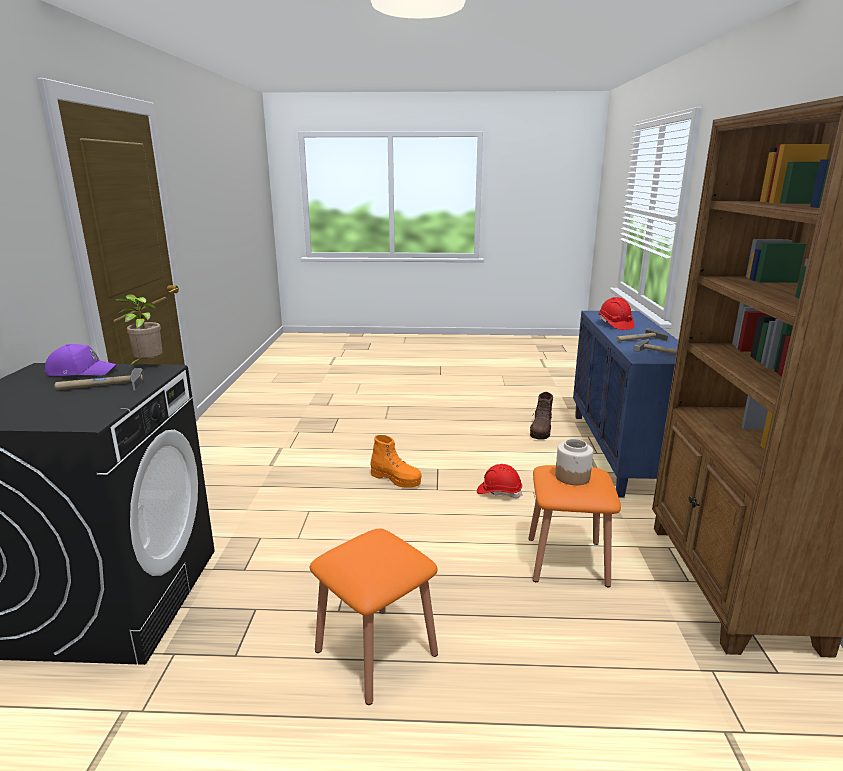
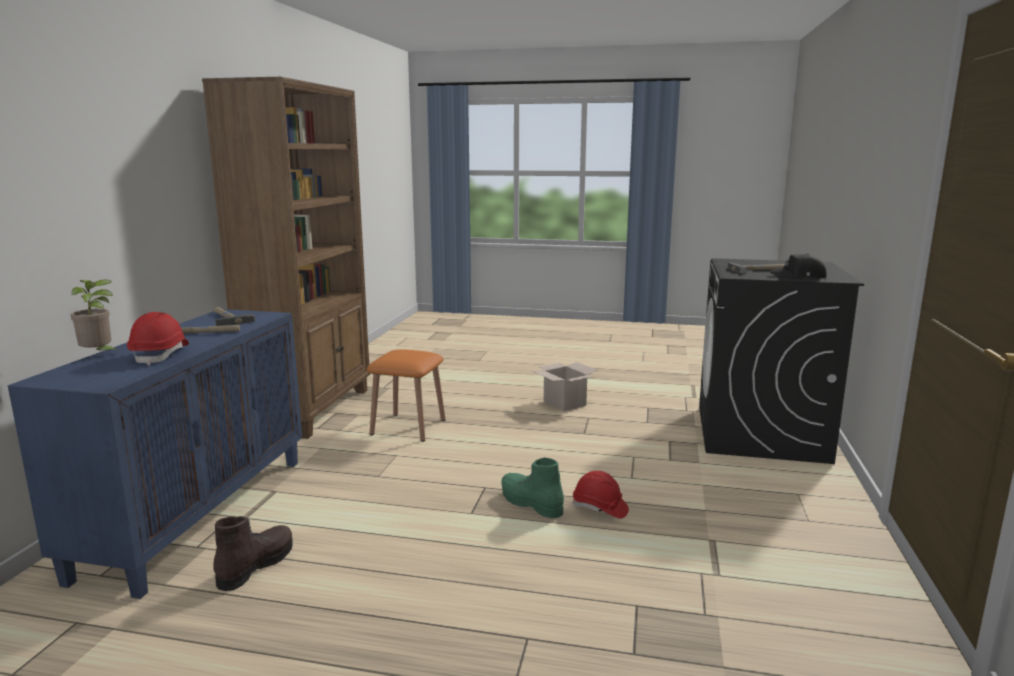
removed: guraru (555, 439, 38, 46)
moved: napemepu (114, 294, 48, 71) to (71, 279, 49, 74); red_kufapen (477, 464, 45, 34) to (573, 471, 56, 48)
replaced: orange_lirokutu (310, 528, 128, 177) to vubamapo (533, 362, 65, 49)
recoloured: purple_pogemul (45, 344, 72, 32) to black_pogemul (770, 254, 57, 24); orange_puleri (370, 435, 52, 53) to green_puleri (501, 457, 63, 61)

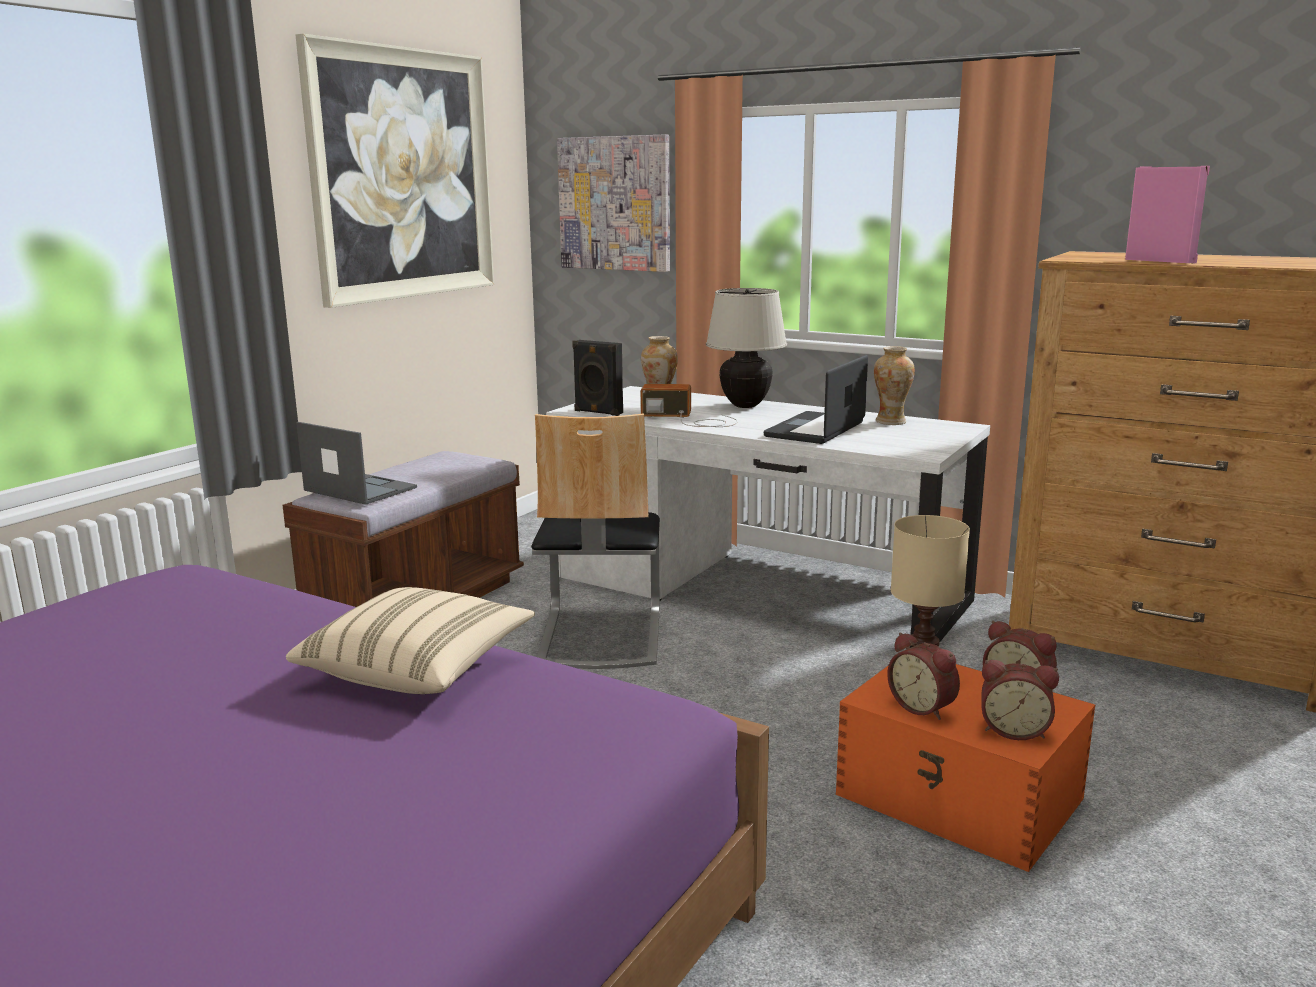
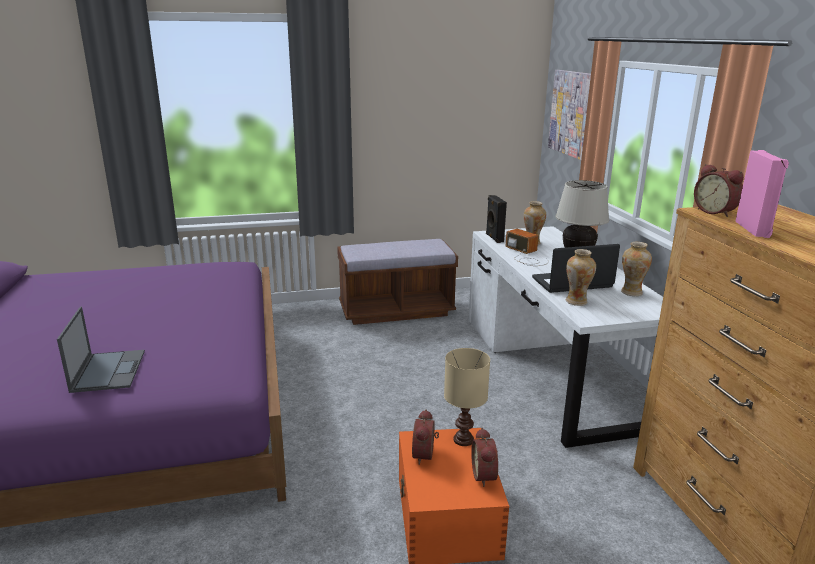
removed: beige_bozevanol (286, 587, 249, 107); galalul (296, 34, 198, 274); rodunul (531, 413, 129, 256)
added: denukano (566, 249, 30, 57)
moved: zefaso (296, 422, 121, 83) to (57, 307, 88, 86); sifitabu (982, 660, 77, 80) to (694, 164, 50, 53)

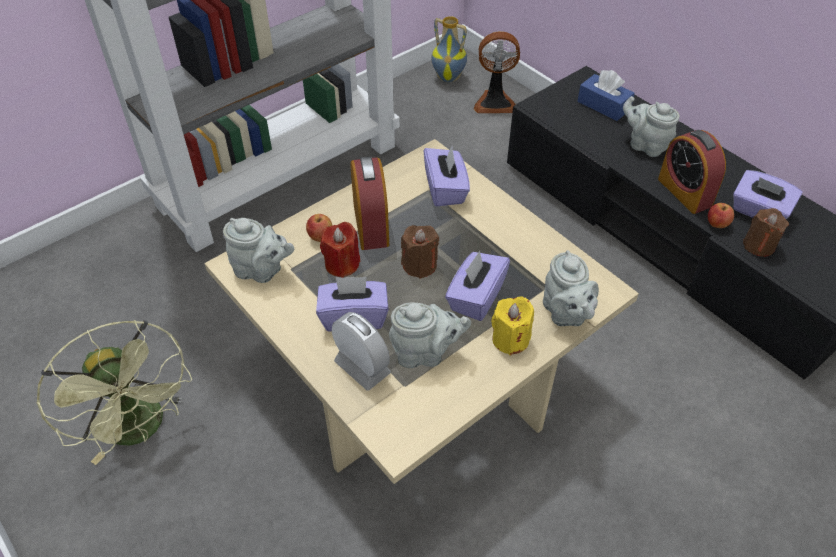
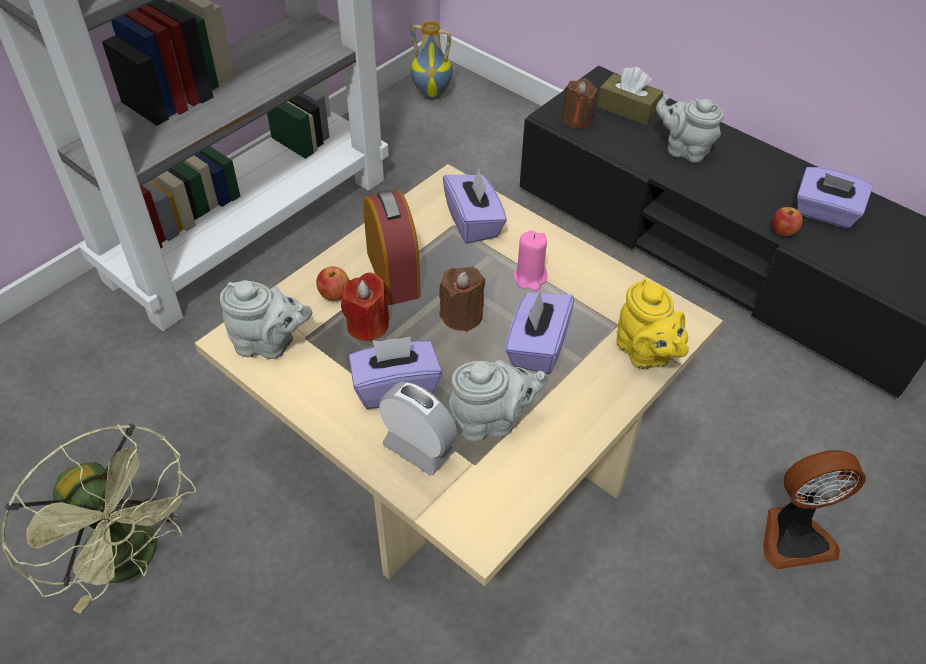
removed: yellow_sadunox (491, 297, 43, 58); sifitabu (658, 130, 68, 84)
added: pink_sadunox (513, 230, 34, 61)
moved: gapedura (474, 31, 46, 82) to (763, 450, 103, 120); brown_sadunox (743, 208, 46, 49) to (562, 78, 35, 51)
recoloured: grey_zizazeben (543, 250, 56, 76) to yellow_zizazeben (616, 278, 73, 91); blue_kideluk (578, 70, 57, 51) to brown_kideluk (597, 67, 66, 59)

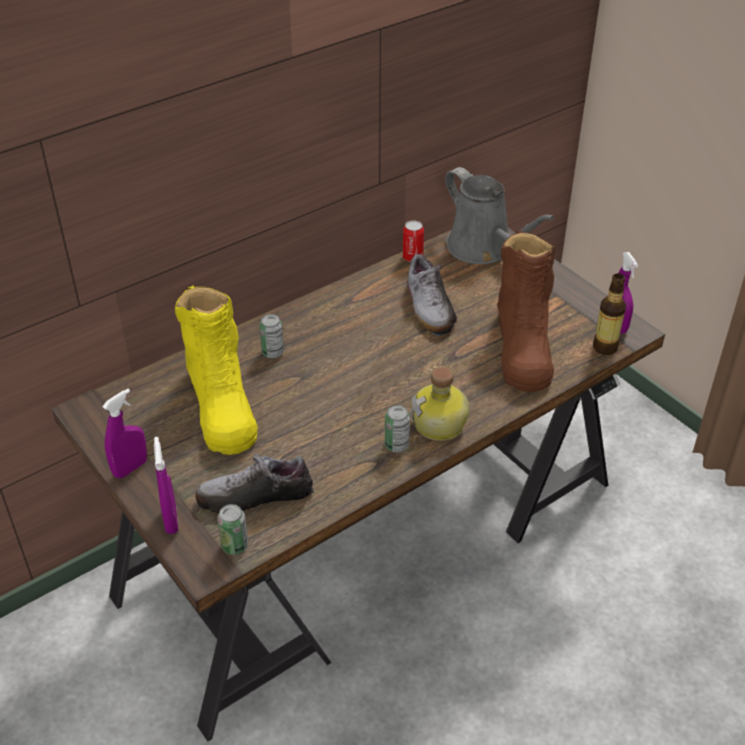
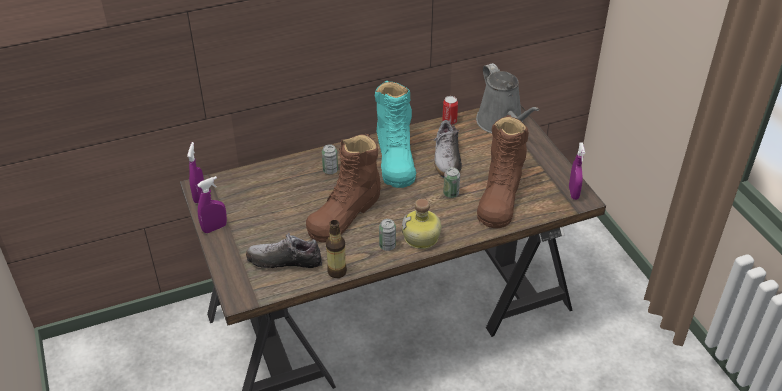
removed: yellow_puleri (175, 285, 83, 170)
added: brown_puleri (306, 133, 75, 110); turquoise_puleri (375, 81, 41, 107)
moved: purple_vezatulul (154, 437, 24, 97) to (187, 142, 17, 61); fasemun (217, 504, 31, 51) to (443, 167, 17, 31); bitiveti (593, 273, 33, 82) to (326, 220, 21, 58)

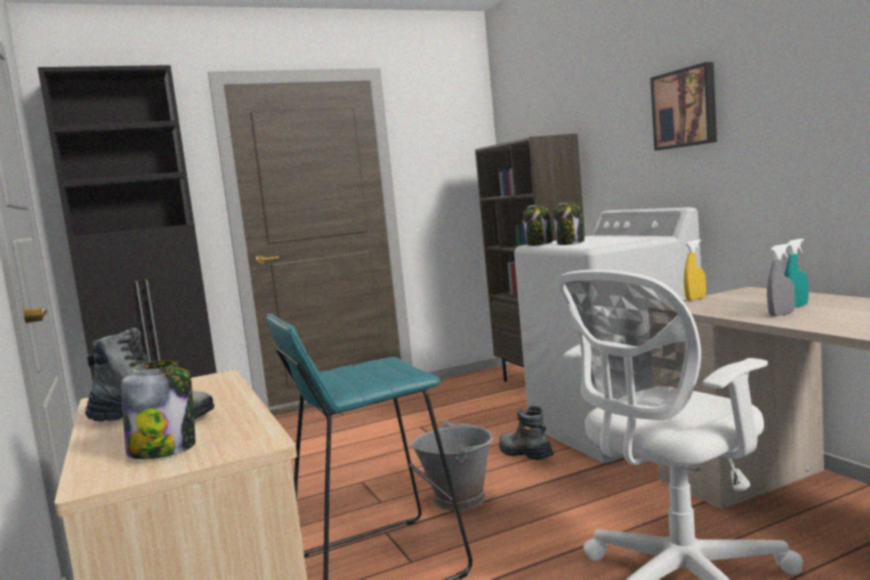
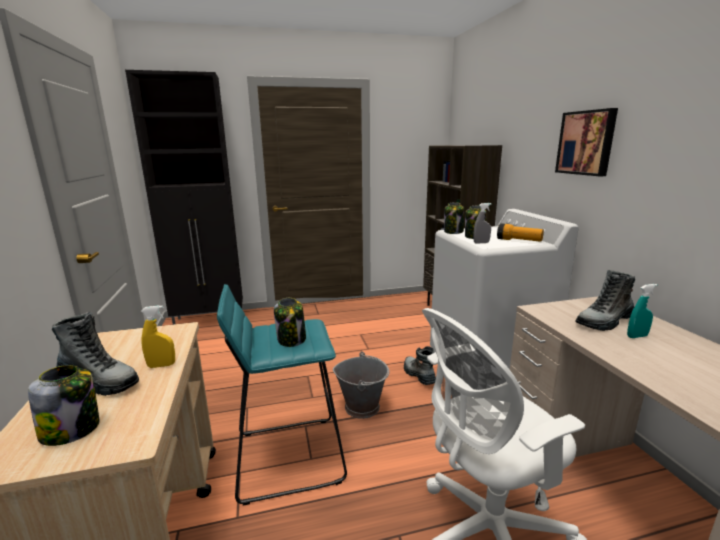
added: guraru (274, 298, 32, 49); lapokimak (497, 223, 47, 19); puleri (575, 270, 60, 61)
moved: yellow_vezatulul (684, 239, 22, 62) to (141, 305, 34, 63); grey_vezatulul (767, 244, 28, 72) to (473, 203, 18, 41)

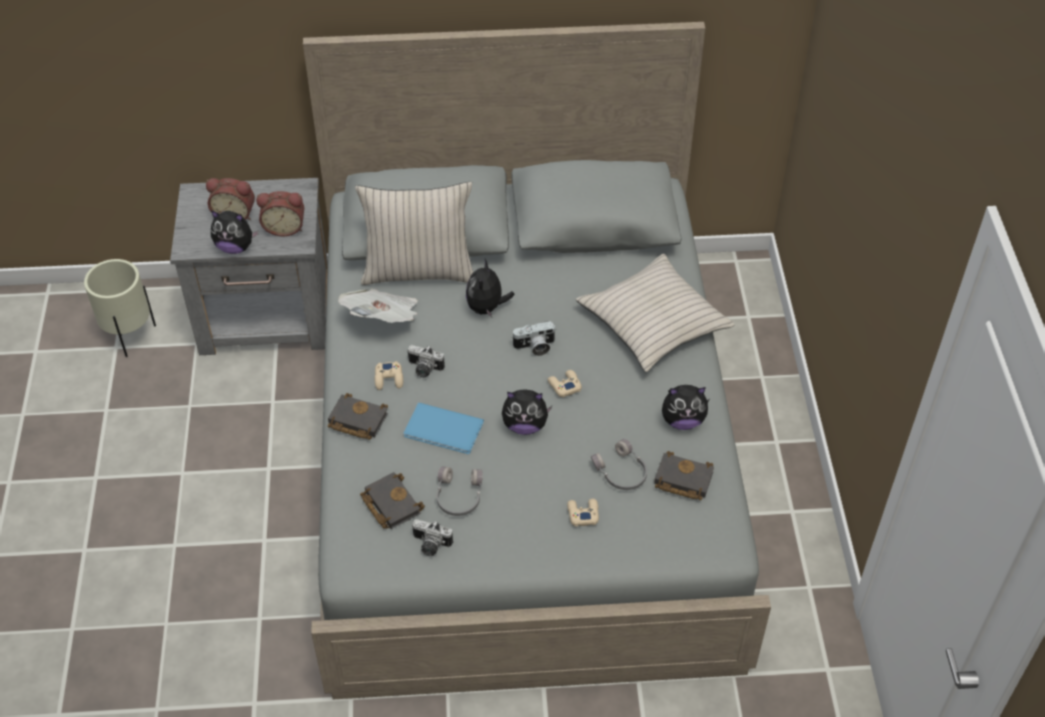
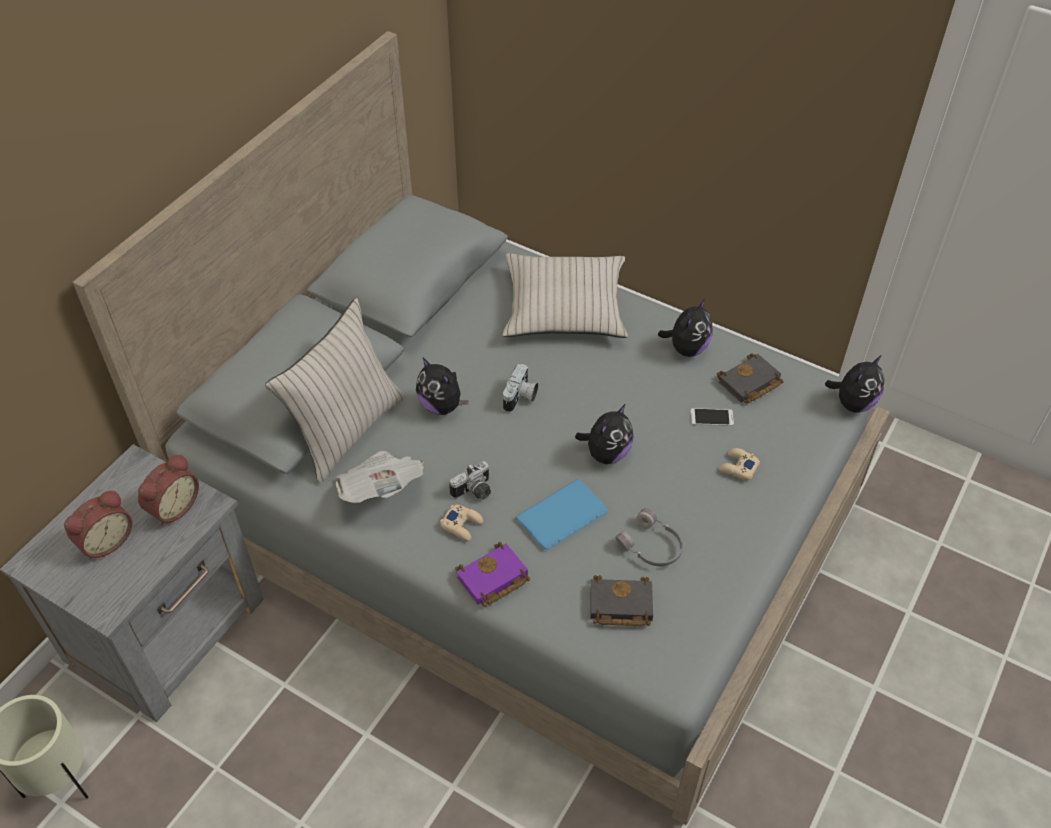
removed: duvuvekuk (412, 519, 41, 37); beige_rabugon (548, 370, 34, 27)
moved: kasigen (211, 210, 48, 44) to (825, 355, 60, 58)
replaced: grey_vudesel (591, 439, 56, 51) to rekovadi (690, 408, 44, 18)
recoloured: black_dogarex (328, 393, 60, 47) to purple_dogarex (455, 542, 75, 65)

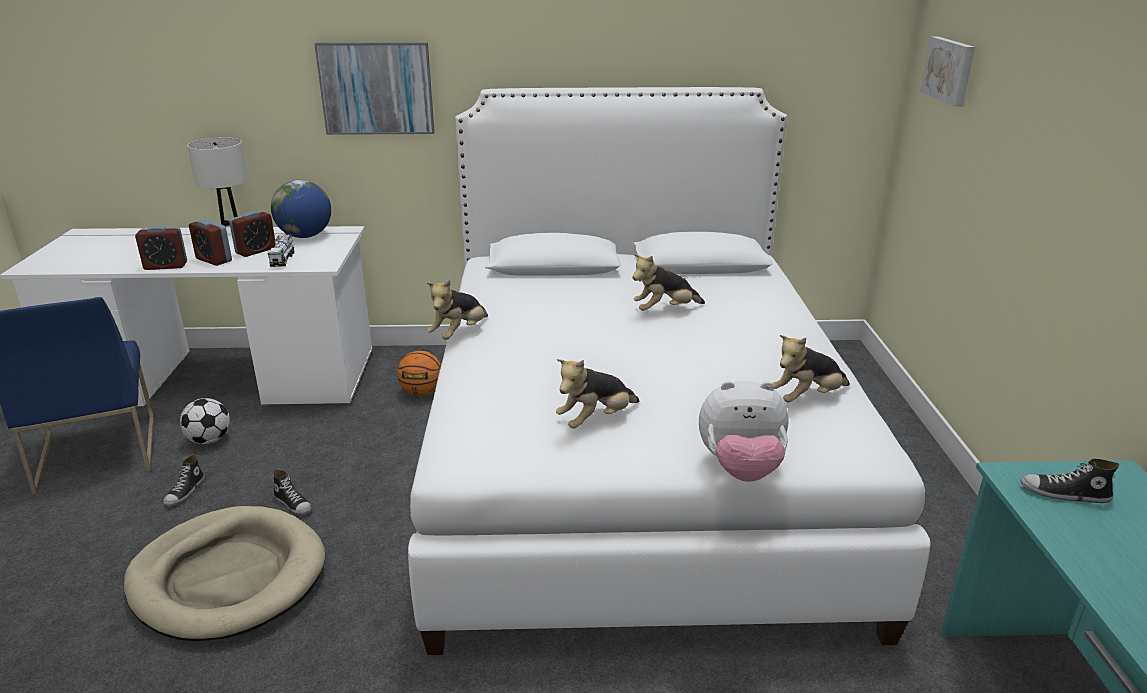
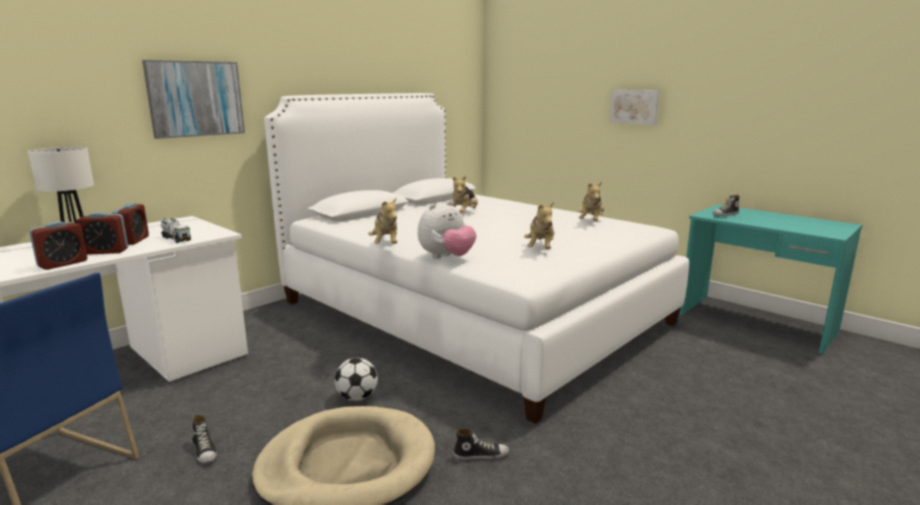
removed: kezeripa (271, 180, 60, 58); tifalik (397, 351, 44, 45)
moved: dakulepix (180, 398, 50, 46) to (335, 358, 43, 43); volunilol (273, 469, 38, 46) to (453, 429, 56, 31); kasigen (699, 381, 90, 101) to (418, 201, 59, 58); galalul (921, 36, 54, 71) to (610, 90, 50, 35)

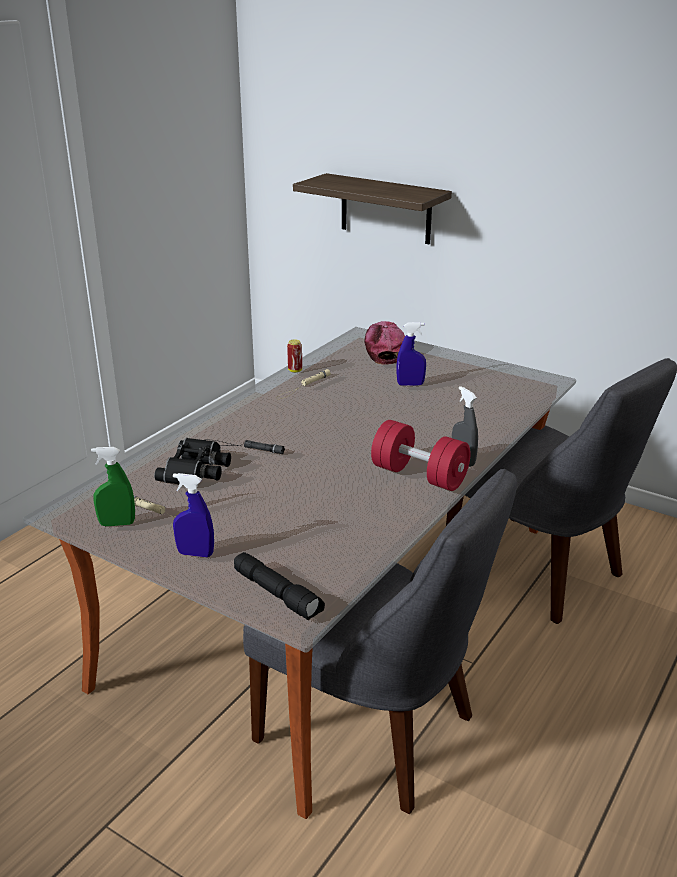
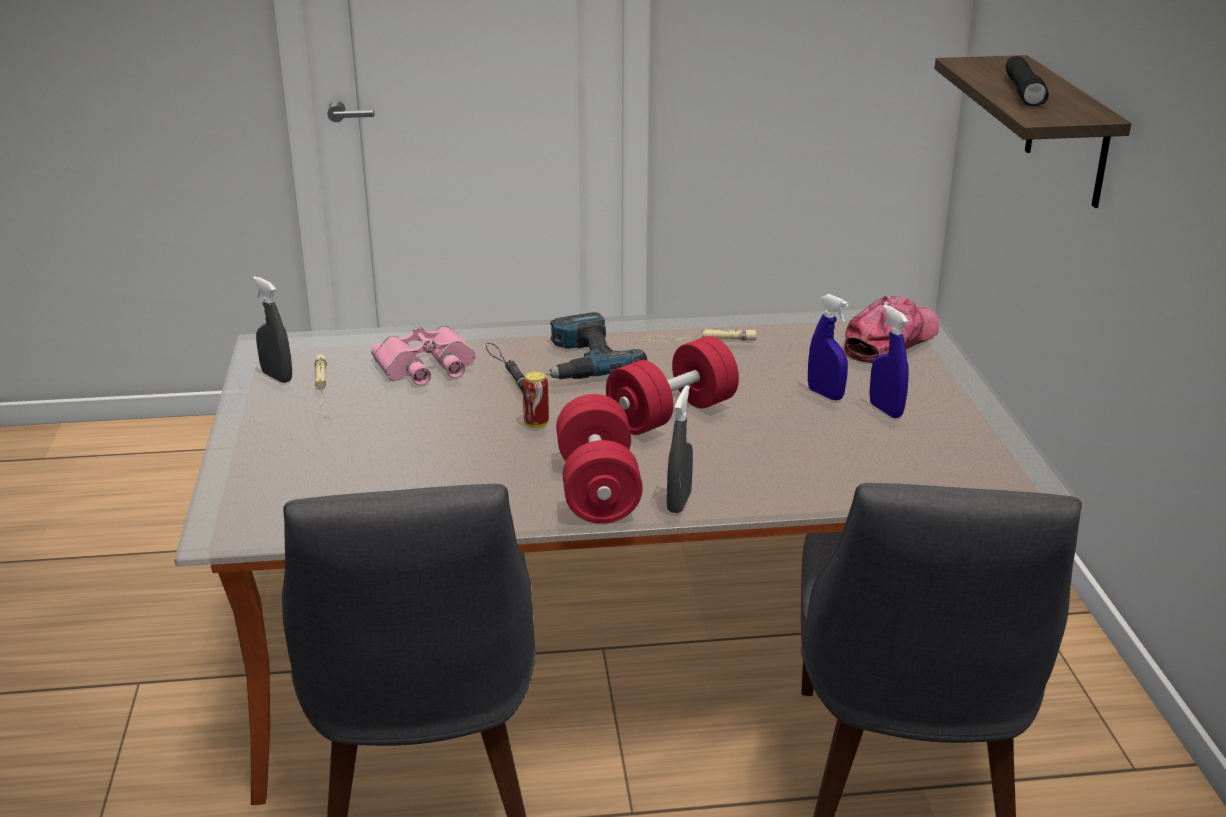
added: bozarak (546, 312, 101, 67); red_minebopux (606, 336, 133, 99)
moved: blue_vezatulul (173, 473, 41, 84) to (869, 305, 40, 113); black_lapokimak (234, 552, 91, 68) to (1005, 56, 44, 50); fasemun (287, 339, 15, 33) to (523, 371, 26, 57)
recoloured: green_vezatulul (91, 447, 44, 79) to grey_vezatulul (253, 276, 39, 107); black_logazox (154, 438, 77, 46) to pink_logazox (371, 326, 105, 59)

